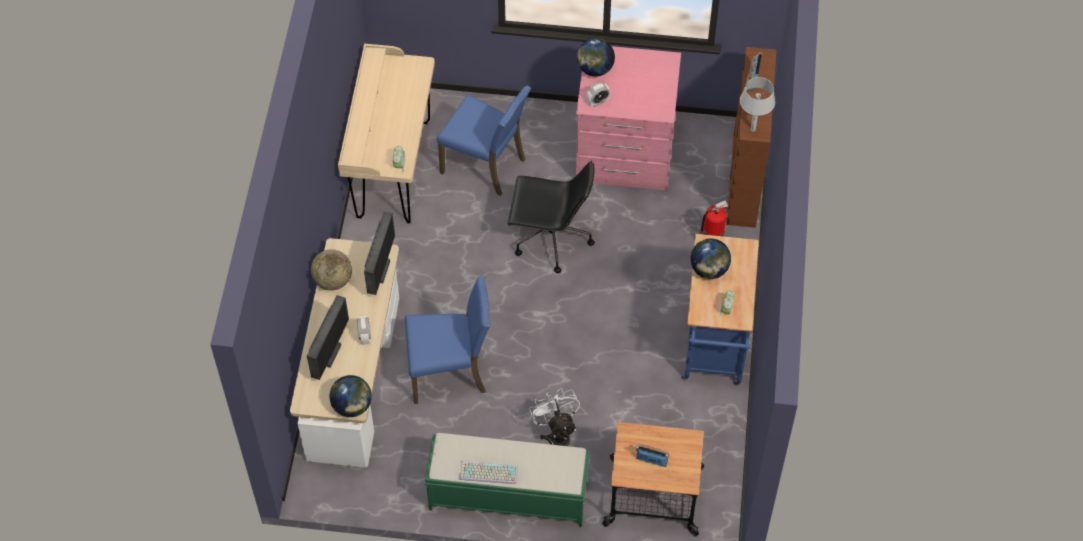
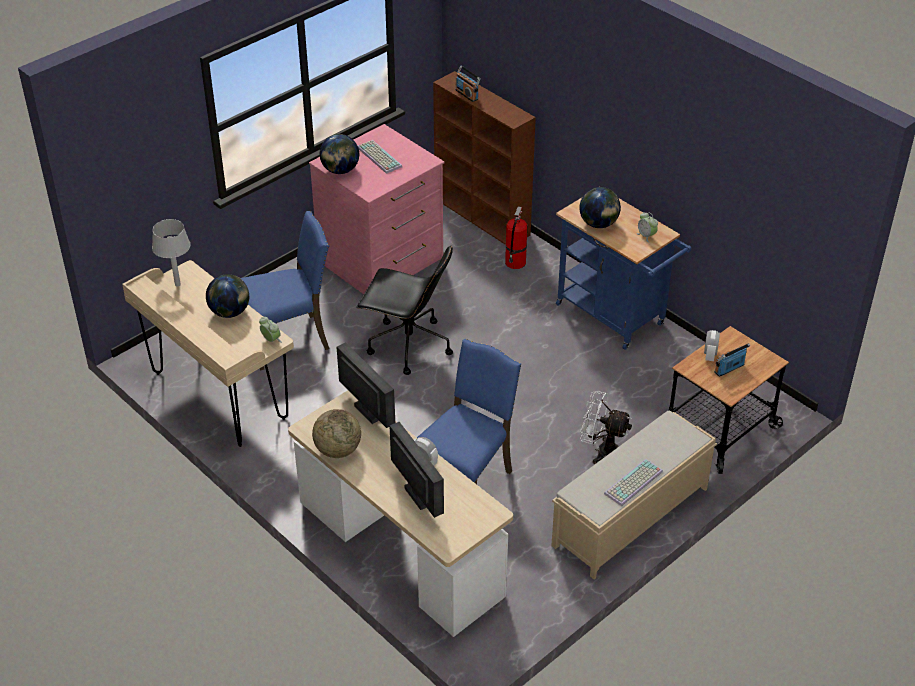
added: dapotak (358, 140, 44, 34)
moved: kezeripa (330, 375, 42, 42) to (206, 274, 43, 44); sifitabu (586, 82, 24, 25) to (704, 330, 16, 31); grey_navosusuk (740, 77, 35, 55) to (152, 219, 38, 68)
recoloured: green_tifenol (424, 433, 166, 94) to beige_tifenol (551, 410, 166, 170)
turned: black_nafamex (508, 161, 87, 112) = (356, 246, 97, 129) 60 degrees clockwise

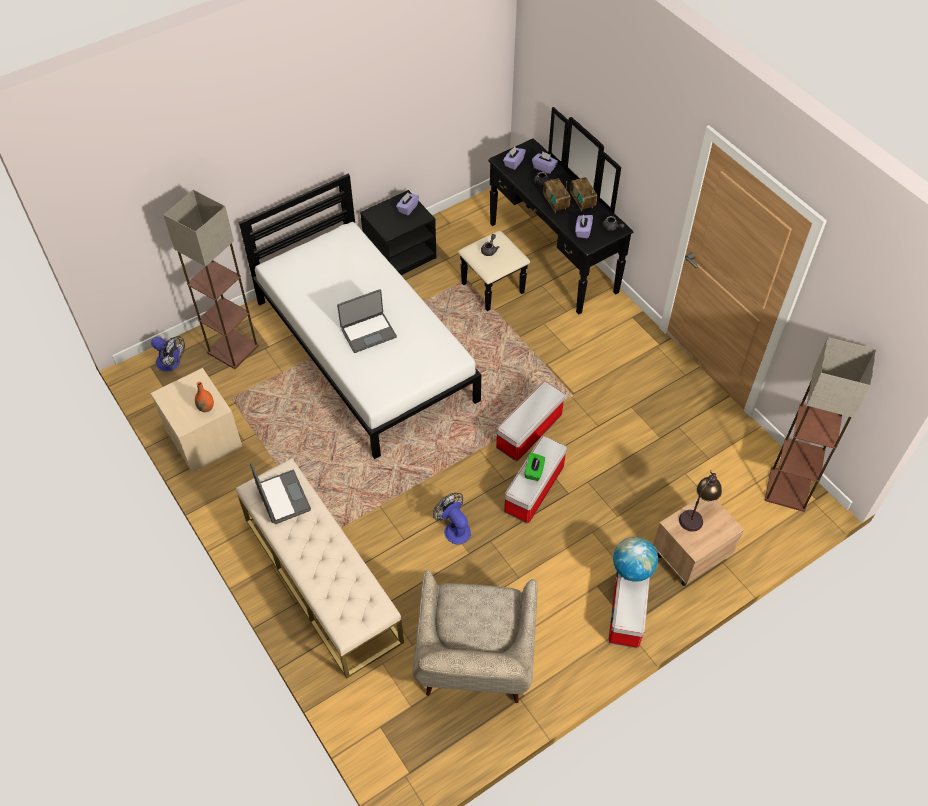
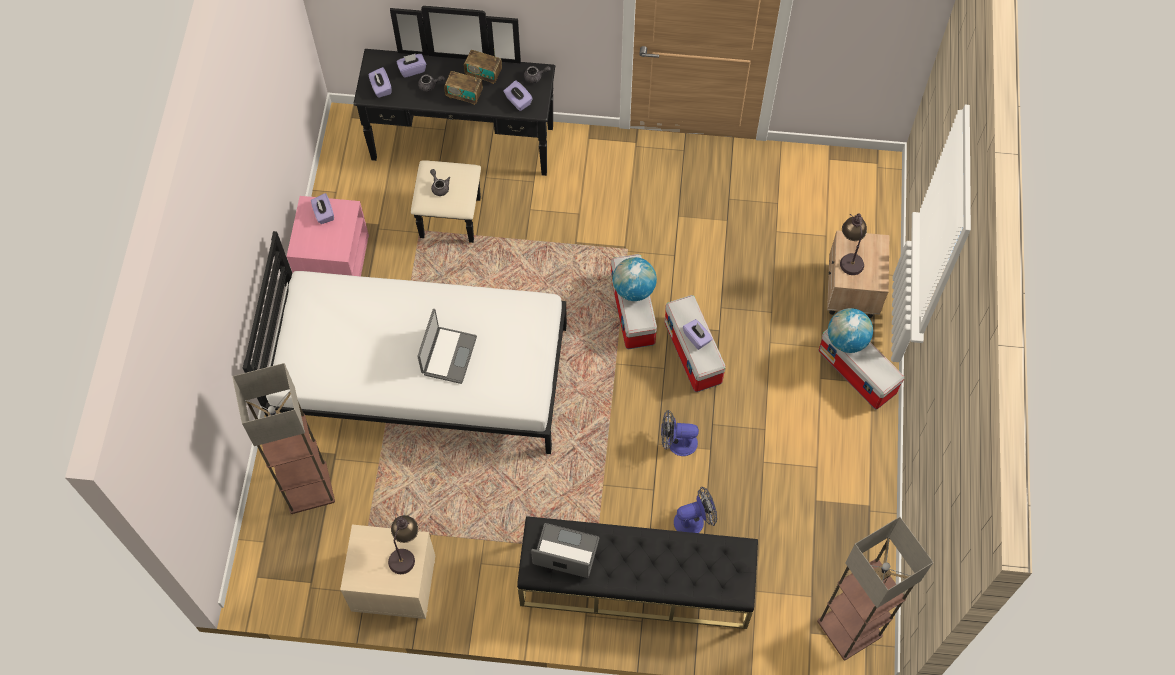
removed: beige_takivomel (413, 570, 124, 133)
added: kezeripa (613, 257, 44, 44)
moved: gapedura (151, 336, 34, 35) to (674, 487, 43, 46); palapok (765, 337, 111, 175) to (817, 517, 117, 143)
replaced: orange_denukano (195, 382, 19, 30) to navosusuk (388, 513, 31, 61)
recoloured: beige_tifenol (236, 458, 168, 221) to black_tifenol (517, 516, 241, 113); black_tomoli (360, 190, 76, 85) to pink_tomoli (286, 196, 83, 80); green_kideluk (524, 452, 21, 29) to purple_kideluk (683, 319, 30, 31)

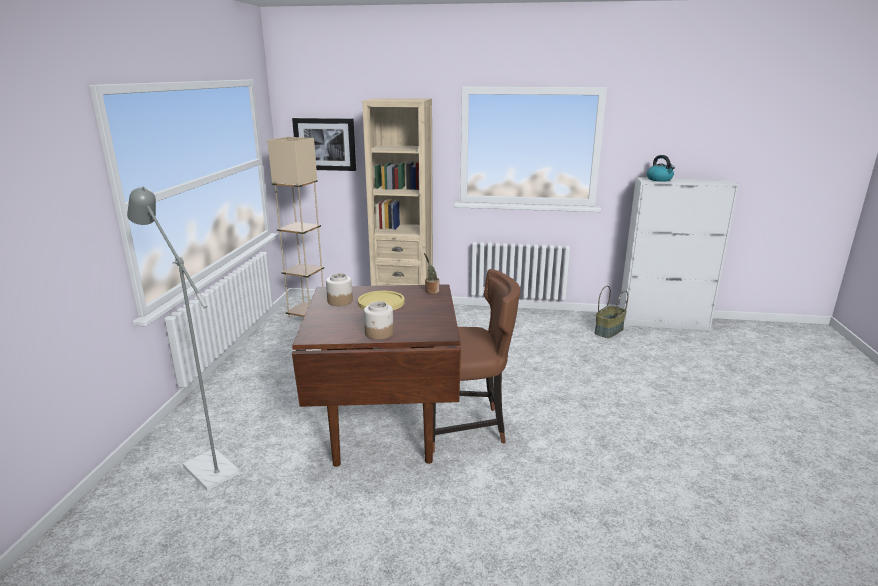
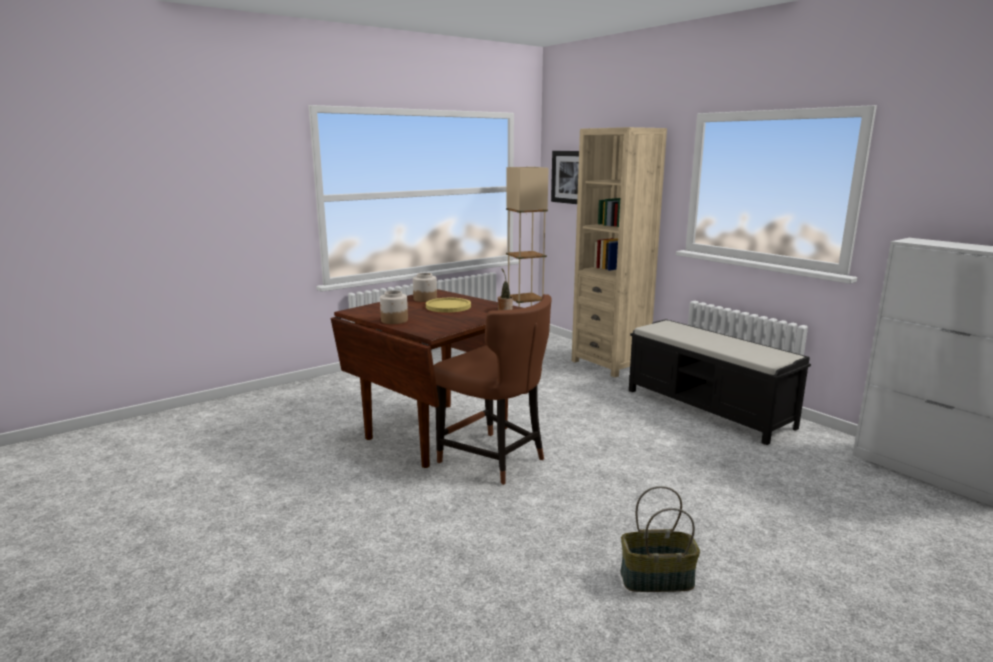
removed: grey_palapok (127, 186, 113, 305); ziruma (647, 155, 28, 26)
added: black_tifenol (629, 319, 182, 126)
moved: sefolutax (595, 286, 33, 52) to (620, 486, 80, 106)

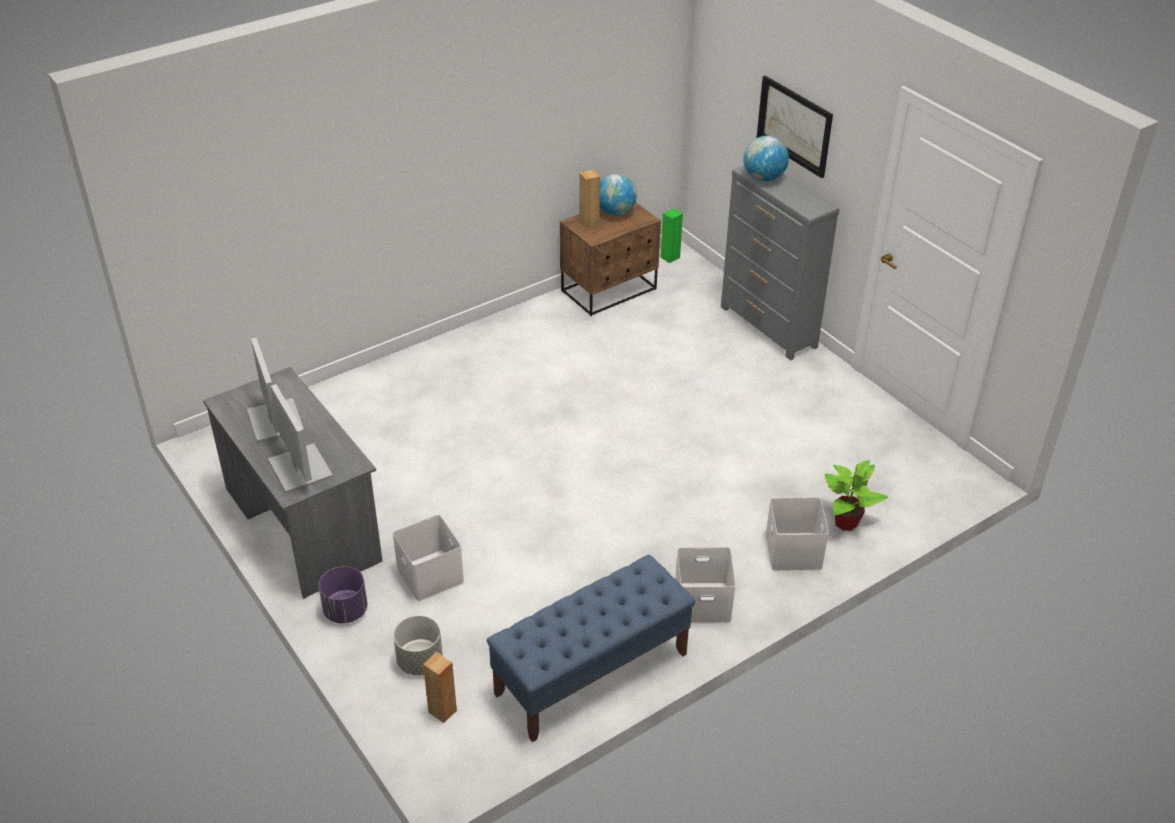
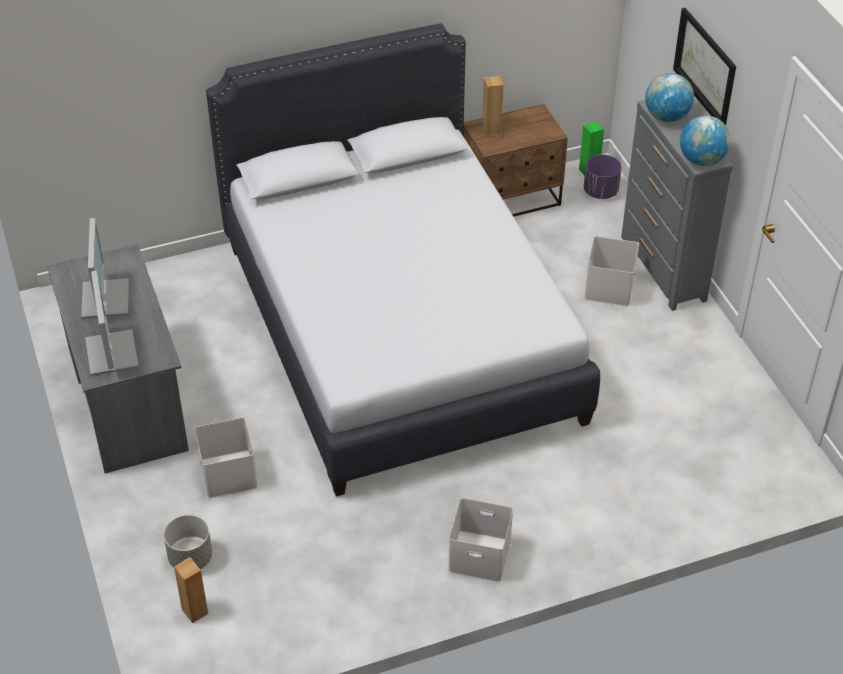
removed: blue_tifenol (487, 555, 208, 187); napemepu (825, 460, 63, 71)
added: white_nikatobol (206, 23, 394, 474)
moved: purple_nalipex (318, 566, 49, 57) to (584, 155, 38, 44); kezeripa (600, 174, 37, 42) to (680, 116, 51, 50); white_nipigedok (765, 497, 64, 74) to (584, 236, 55, 71)

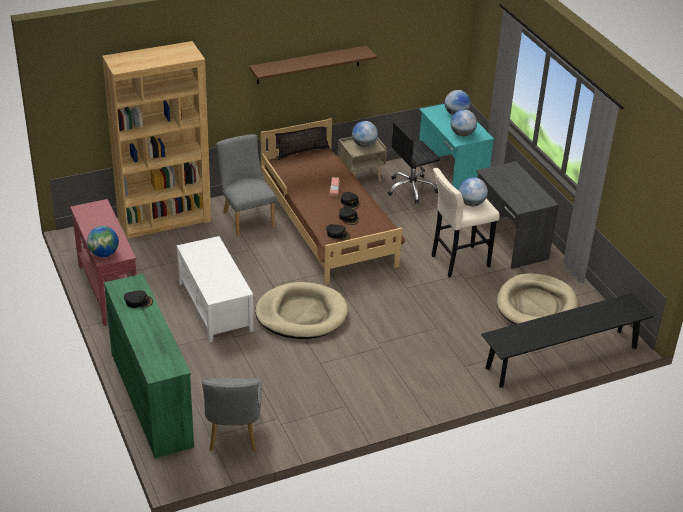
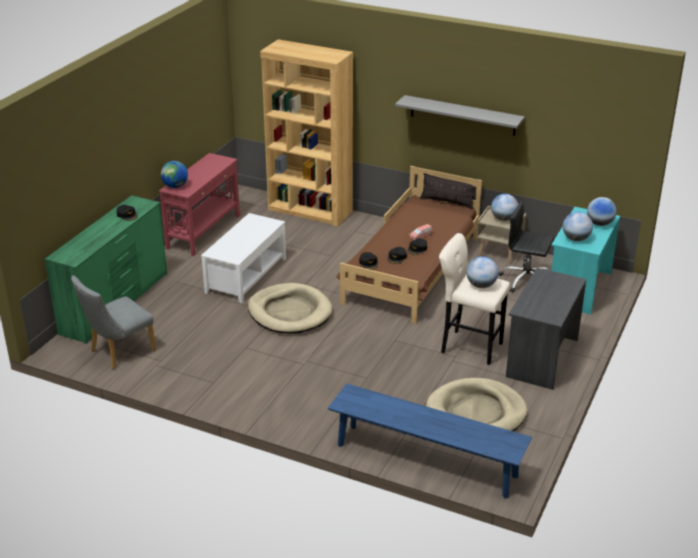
removed: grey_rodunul (216, 134, 60, 102)
recoloured: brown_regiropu (249, 45, 128, 39) to grey_regiropu (395, 95, 130, 41); black_tifenol (481, 293, 172, 95) to blue_tifenol (328, 383, 204, 116)

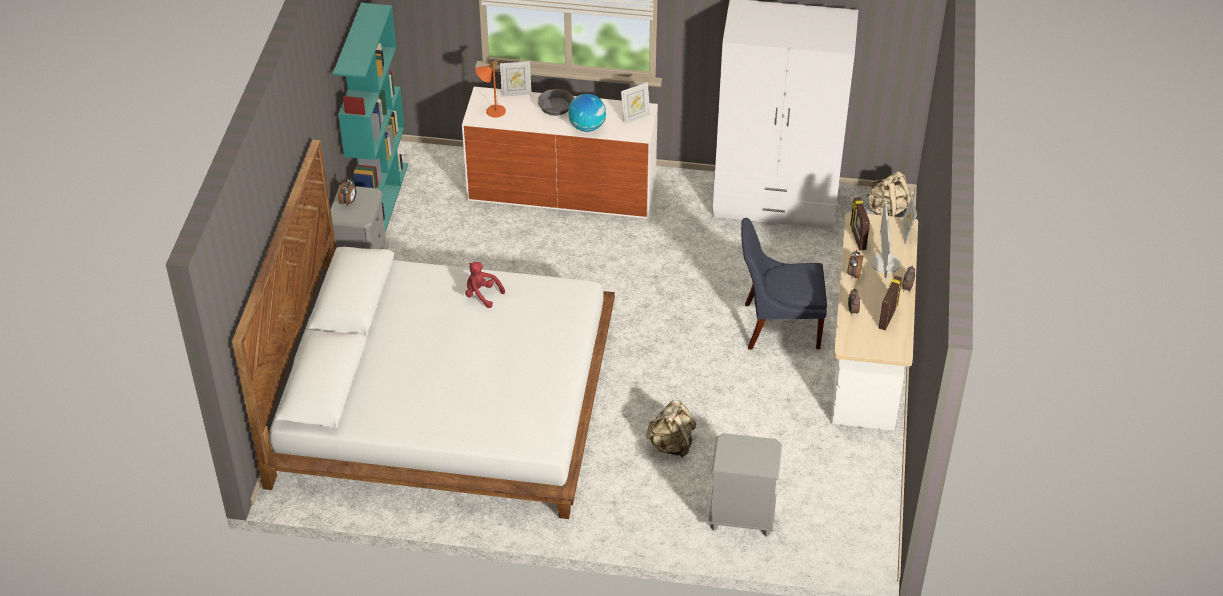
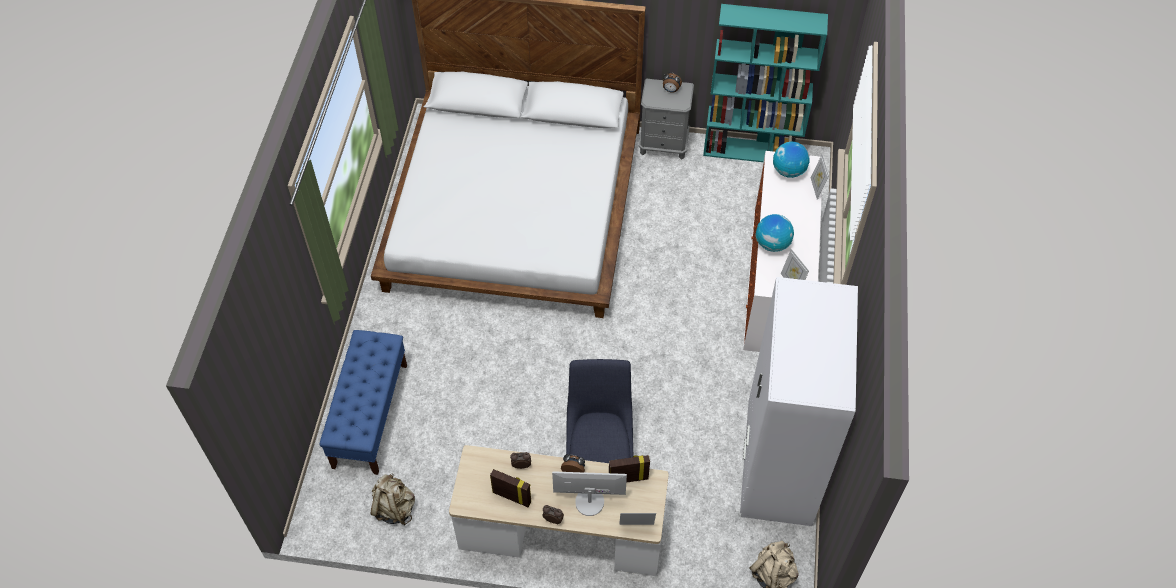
removed: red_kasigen (465, 262, 40, 46); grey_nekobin (538, 89, 36, 27)
moved: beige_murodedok (646, 400, 50, 58) to (370, 473, 45, 52)
replaced: orange_navosusuk (475, 60, 31, 58) to kezeripa (773, 142, 37, 36); grey_tomoli (708, 433, 74, 104) to blue_tifenol (319, 330, 88, 145)

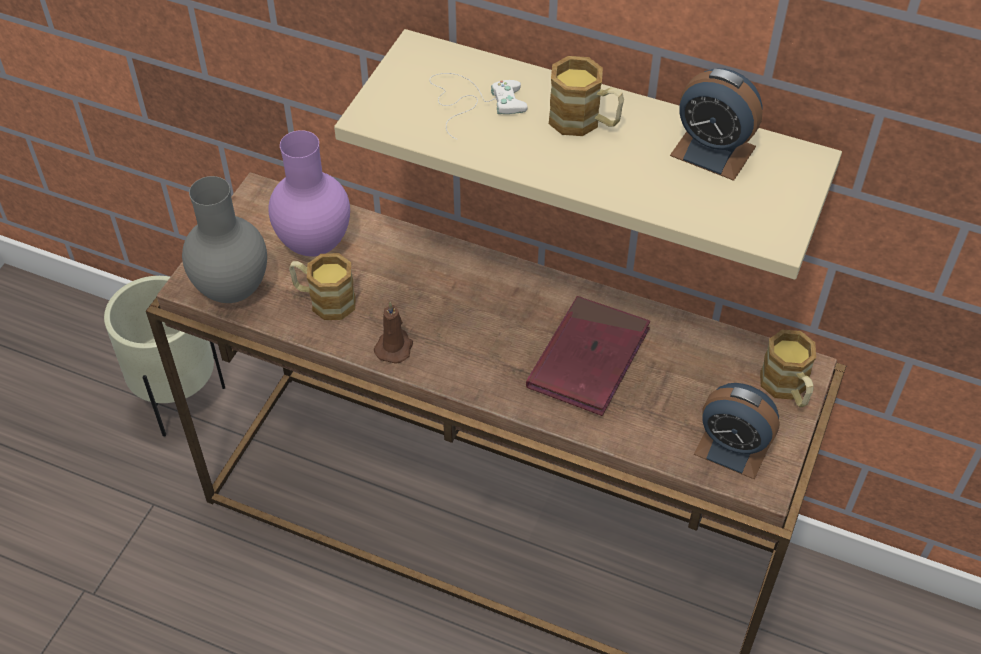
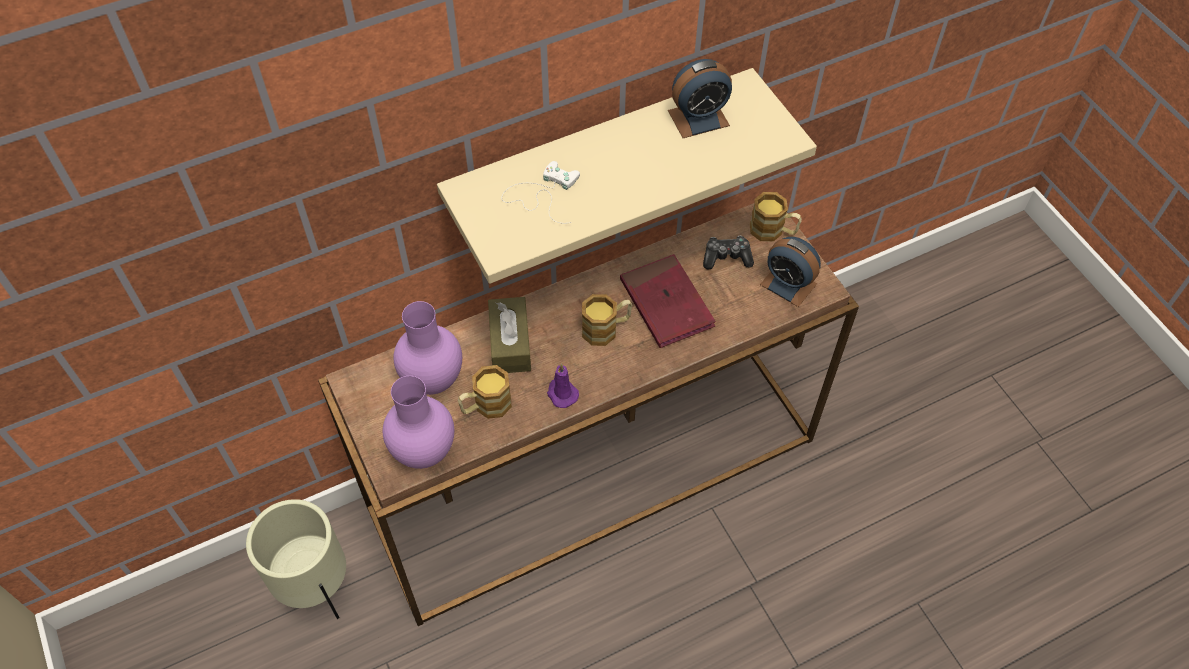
added: brown_kideluk (488, 297, 43, 76); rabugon (703, 236, 51, 33)
moved: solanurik (549, 56, 75, 80) to (582, 294, 50, 52)
recoloured: grey_denukano (182, 176, 85, 127) to purple_denukano (383, 376, 71, 93); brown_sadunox (374, 302, 39, 62) to purple_sadunox (547, 364, 32, 44)
turned: sifitabu (694, 383, 86, 96) = (760, 237, 61, 70) 60 degrees clockwise

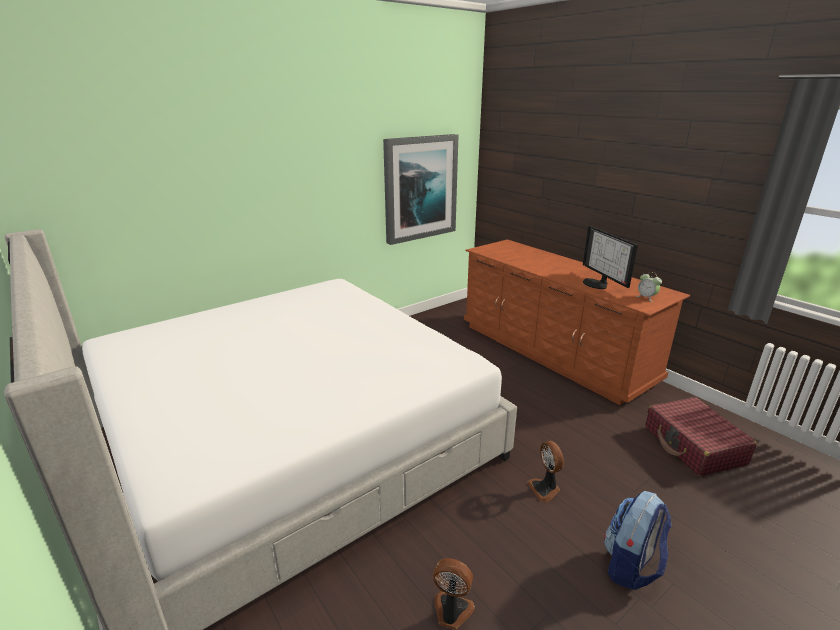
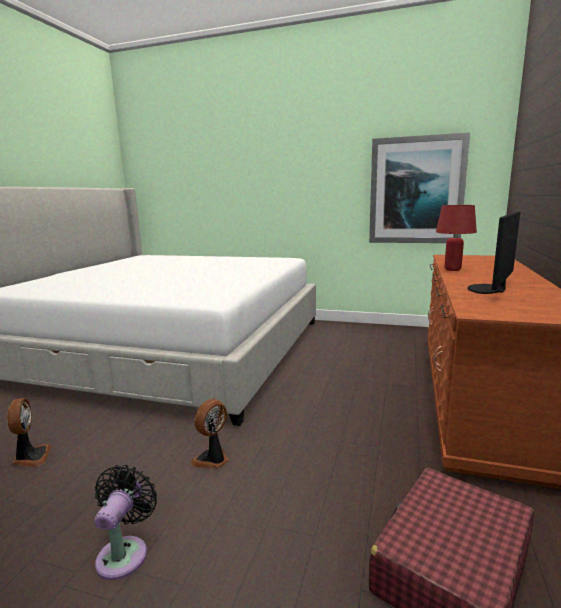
removed: sifitabu (637, 272, 25, 30)
added: red_navosusuk (436, 205, 41, 66)
replaced: murodedok (604, 491, 68, 99) to black_gapedura (95, 465, 62, 115)

